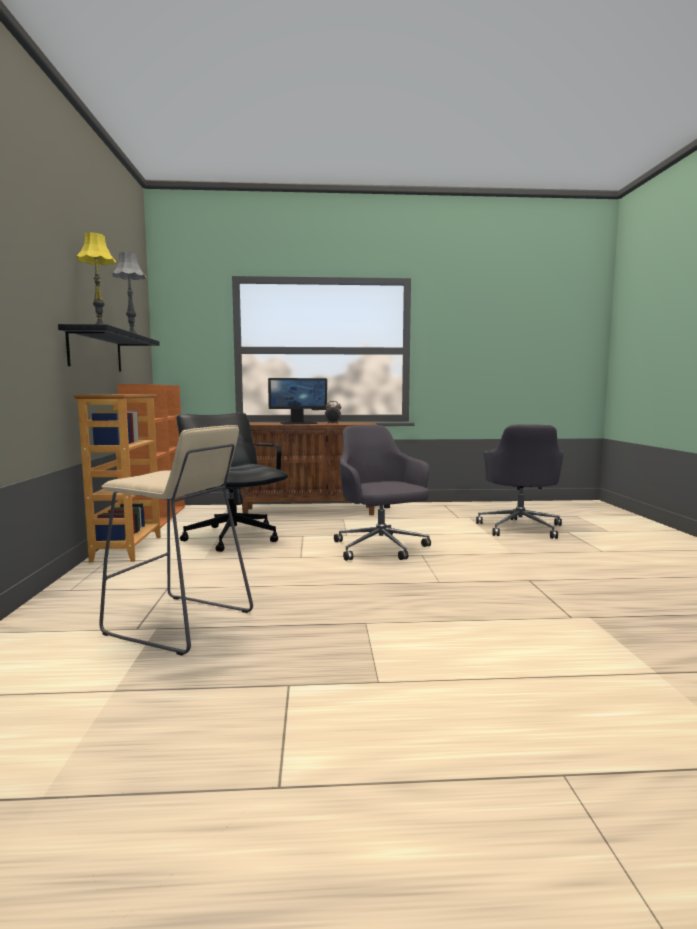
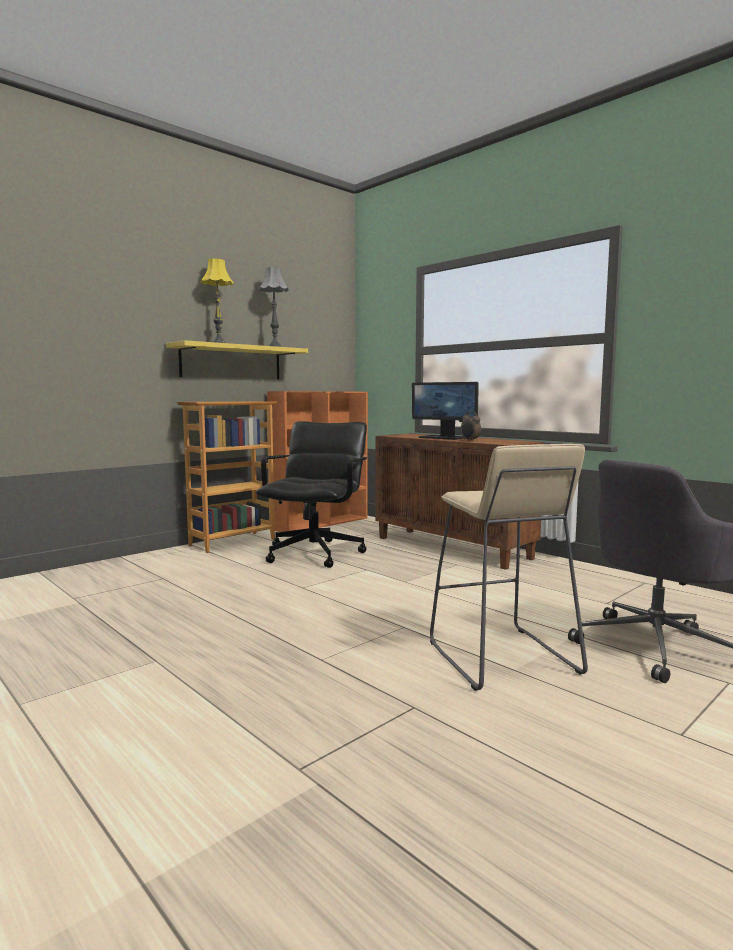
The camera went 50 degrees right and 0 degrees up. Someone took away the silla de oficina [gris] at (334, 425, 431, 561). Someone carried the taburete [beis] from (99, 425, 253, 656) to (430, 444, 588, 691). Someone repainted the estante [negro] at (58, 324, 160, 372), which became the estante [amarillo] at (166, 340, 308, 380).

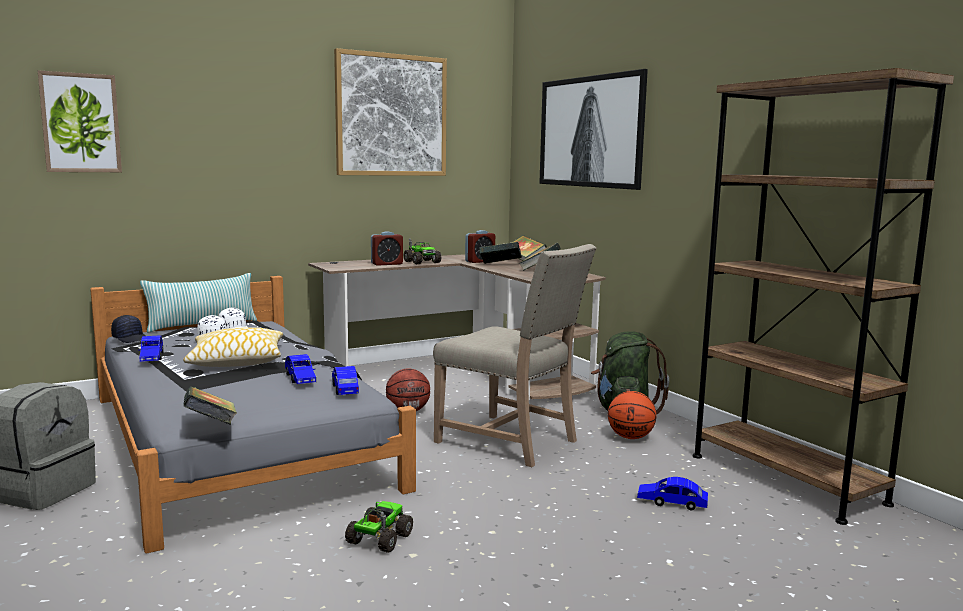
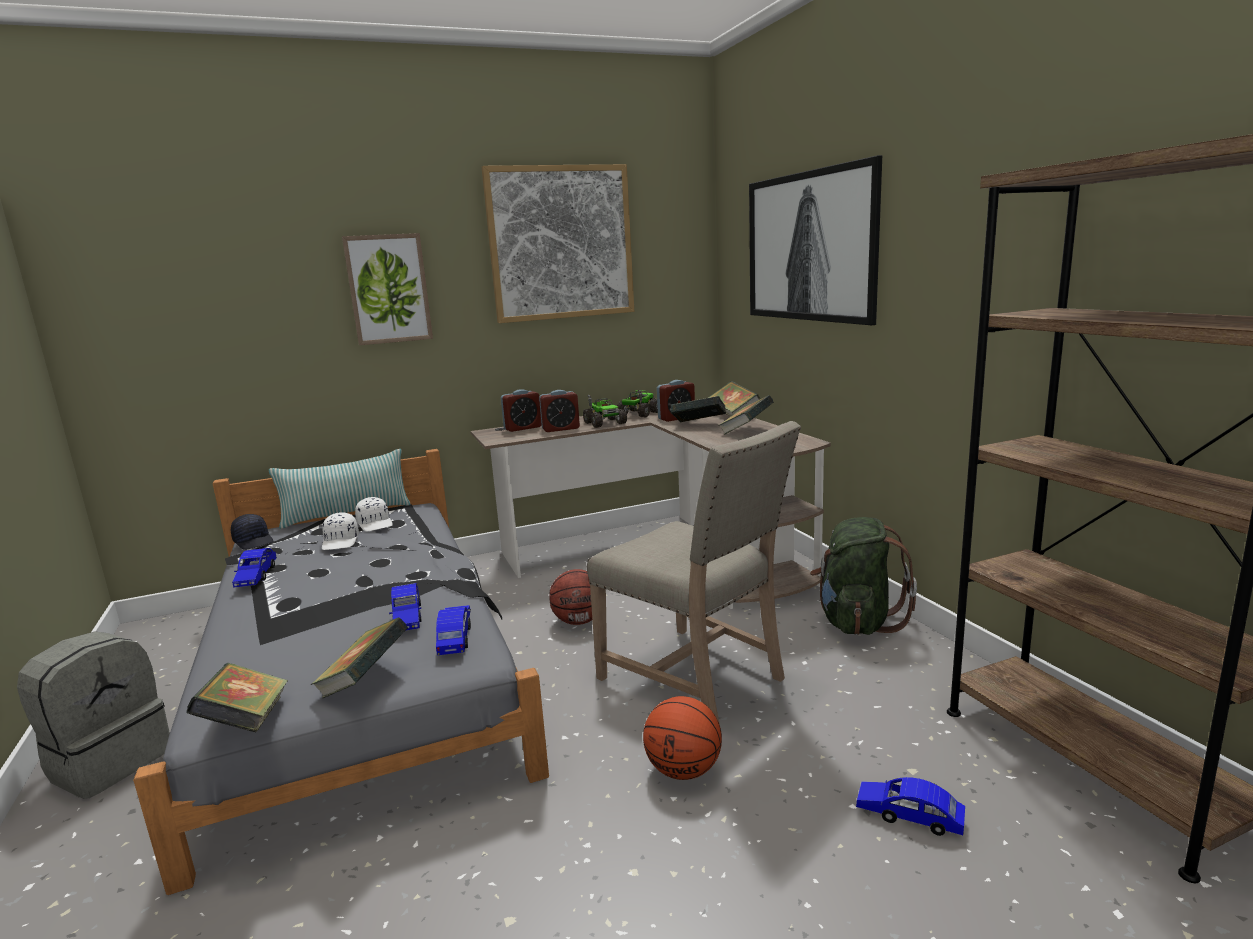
The camera went 10 degrees right and 5 degrees up. Someone took away the cojín at (183, 327, 283, 367). Someone put down the libro at (311, 617, 408, 698). Someone put down the despertador at (501, 389, 542, 432). Someone carried the cuadro from (38, 70, 122, 172) to (342, 233, 433, 345). Someone carried the camión de juguete from (345, 501, 413, 553) to (617, 390, 658, 417). Someone carried the balón de baloncesto from (608, 391, 656, 439) to (643, 696, 722, 780).

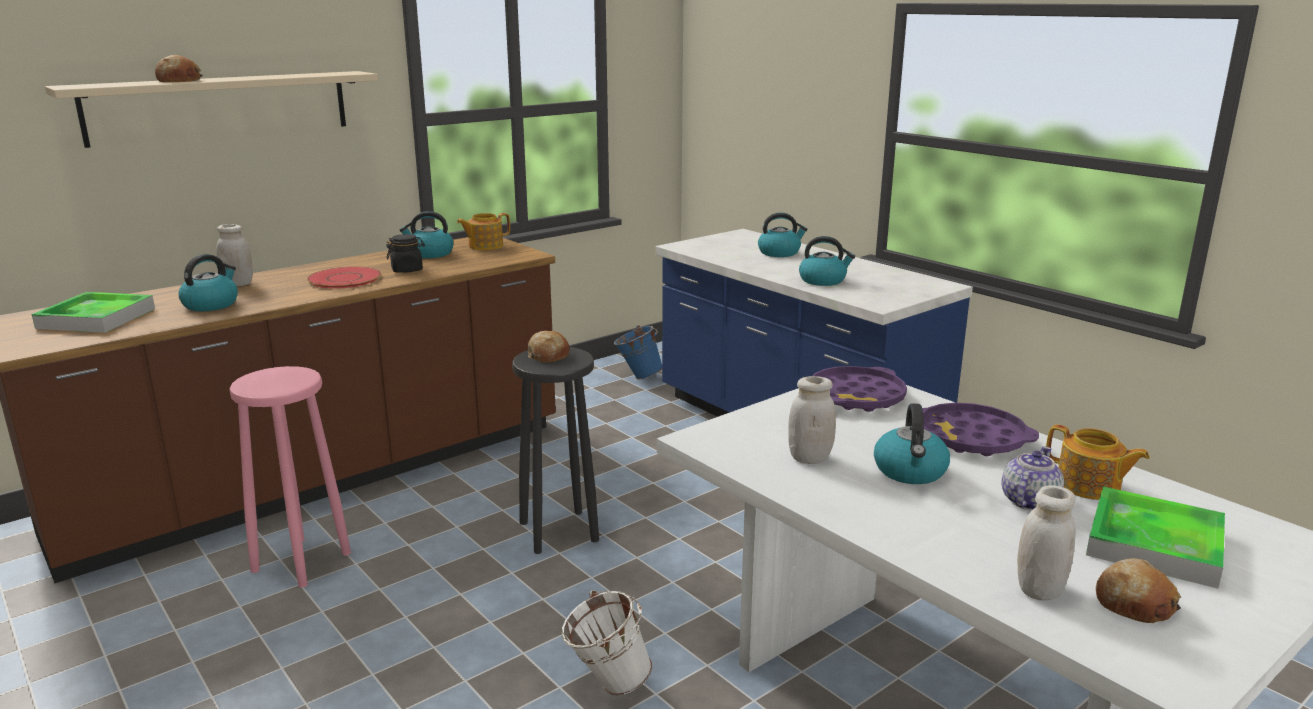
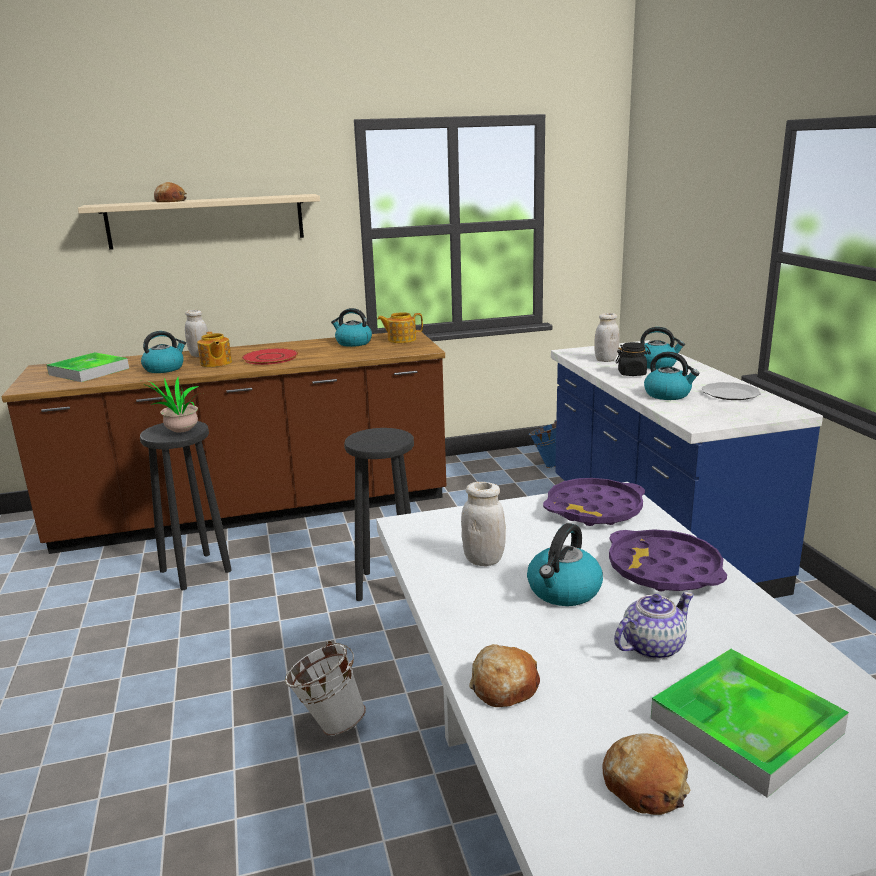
The camera went 25 degrees right and 0 degrees up. Someone put down the planta en maceta at (143, 377, 199, 433). Someone put down the plato at (701, 382, 761, 400). Someone carried the tarro [negro] from (386, 234, 425, 273) to (616, 342, 651, 376). Someone carried the pan from (528, 331, 570, 363) to (469, 644, 540, 707). Someone carried the tarro [blanco] from (1017, 485, 1076, 601) to (594, 313, 620, 362). Someone carried the tetera from (1046, 425, 1150, 500) to (197, 332, 232, 367). Someone repainted the taburete [rosa] at (229, 366, 351, 588), which became the taburete [negro] at (140, 421, 232, 590).

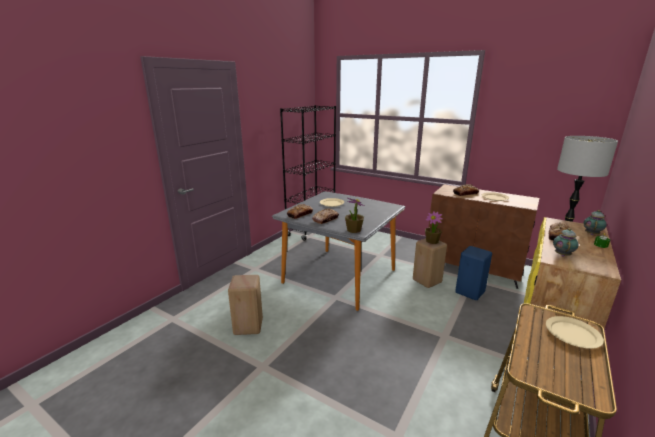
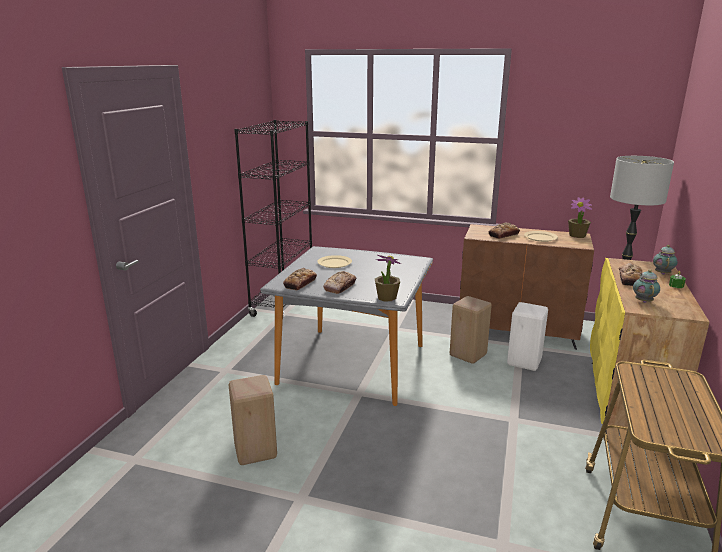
The camera went 15 degrees left and 0 degrees up. Someone took away the plato [beis] at (546, 316, 604, 349). Someone carried the planta en maceta from (425, 211, 443, 244) to (568, 197, 592, 238). Someone repainted the taburete [azul] at (455, 246, 492, 300), which became the taburete [blanco] at (507, 302, 548, 371).

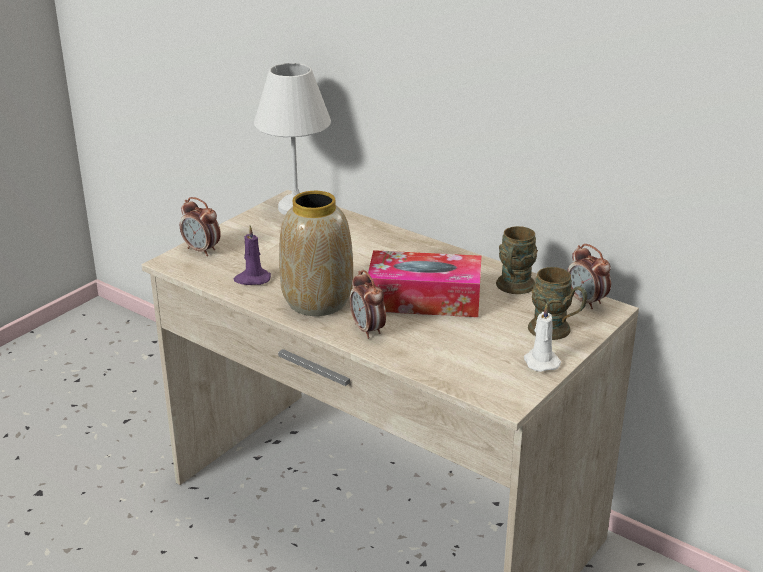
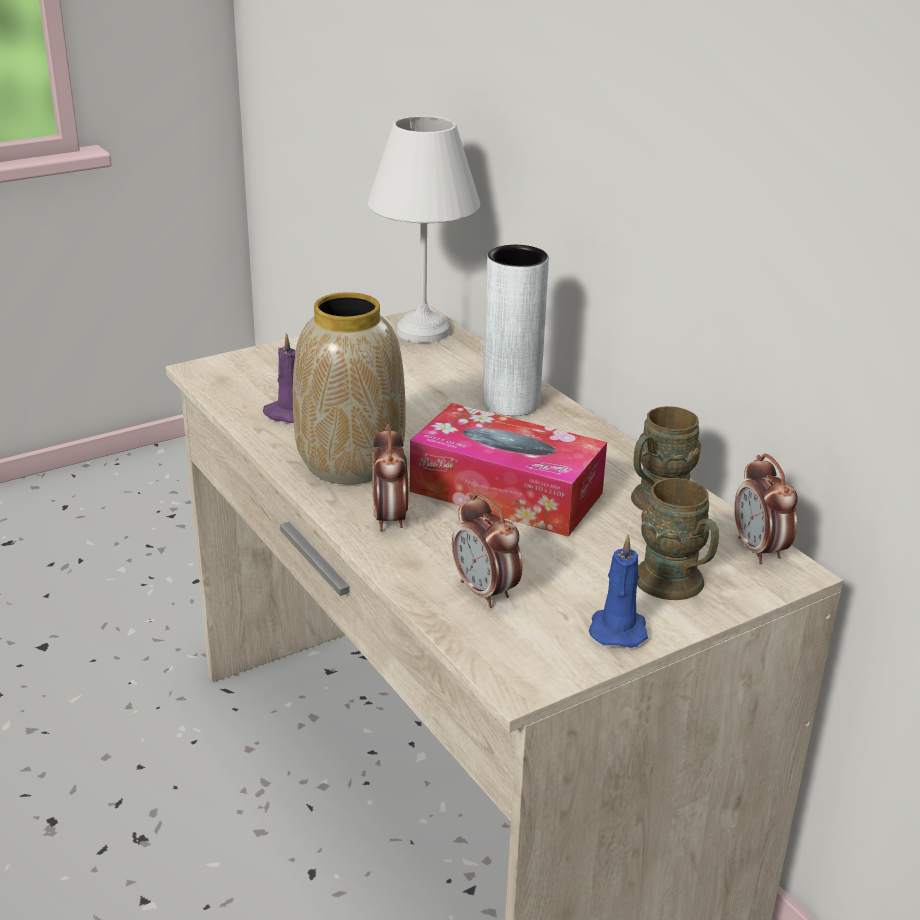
The camera went 20 degrees right and 0 degrees up. Someone put down the florero [gris] at (482, 245, 549, 416). Someone carried the despertador from (180, 197, 221, 256) to (452, 492, 522, 608). Someone repainted the vela [blanco] at (524, 304, 561, 372), which became the vela [azul] at (589, 534, 648, 648).

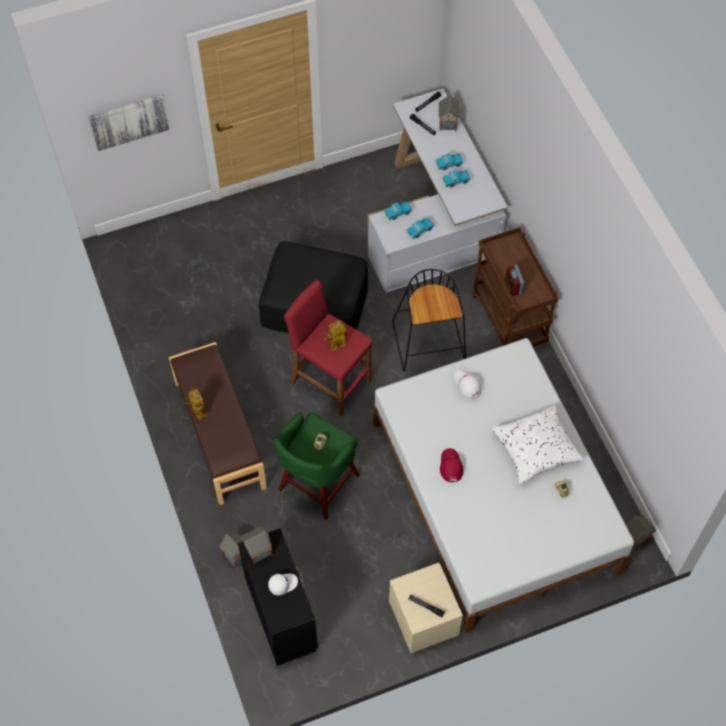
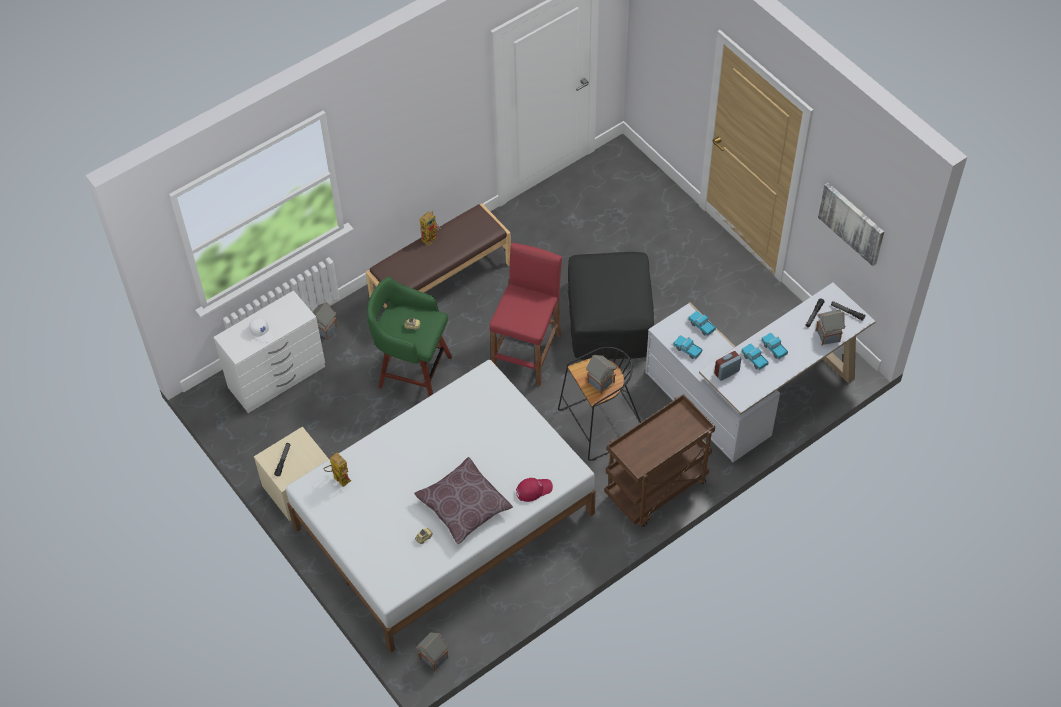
The camera went 75 degrees right and 5 degrees down. Someone took away the gorra [blanco] at (454, 369, 481, 399). Someone carried the cuadro from (89, 95, 170, 151) to (818, 183, 884, 266). Someone carried the casita from (241, 527, 272, 564) to (586, 354, 617, 394). Someone carried the robot de juguete from (324, 320, 347, 351) to (324, 452, 351, 487). Someone carried the gorra [rojo] from (440, 448, 464, 482) to (516, 478, 553, 502). Someone carried the despertador from (505, 265, 524, 296) to (714, 351, 741, 381). Someone repainted the cómoda [negro] at (238, 528, 318, 666), which became the cómoda [blanco] at (214, 290, 325, 413). Someone repainted the cojín [blanco] at (492, 405, 584, 484), which became the cojín [marrón] at (414, 457, 513, 544).

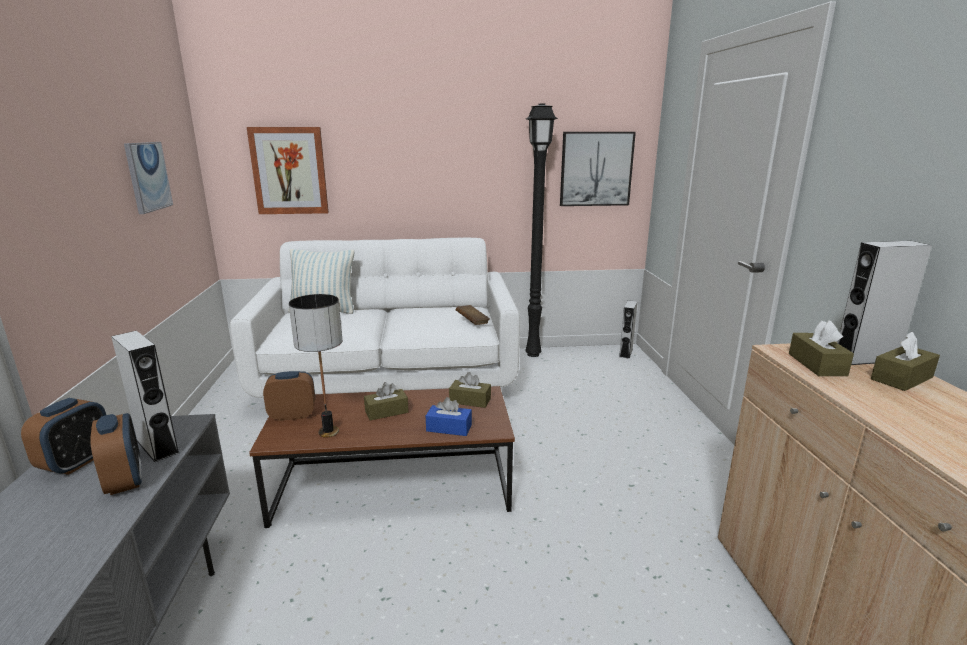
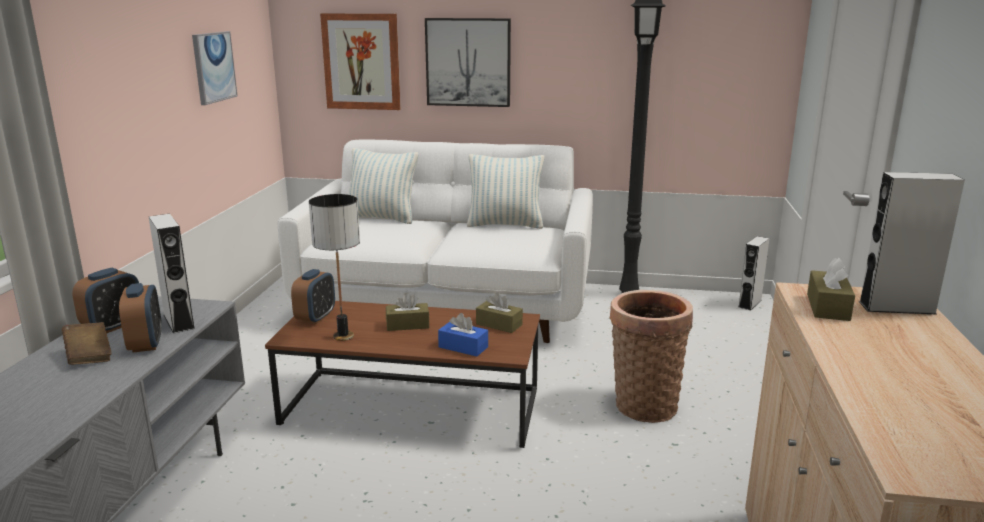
The camera went 15 degrees right and 0 degrees up. Someone took away the caja de pañuelos [marrón] at (871, 331, 940, 391). Someone put down the cojín at (467, 154, 544, 229). Someone put down the cesta at (610, 290, 693, 423). Someone carried the libro [marrón] from (456, 305, 490, 325) to (62, 322, 112, 365). Someone carried the cuadro from (560, 132, 636, 206) to (425, 18, 511, 107). Someone rotated the despertador at (263, 371, 315, 421) by 105 degrees clockwise.

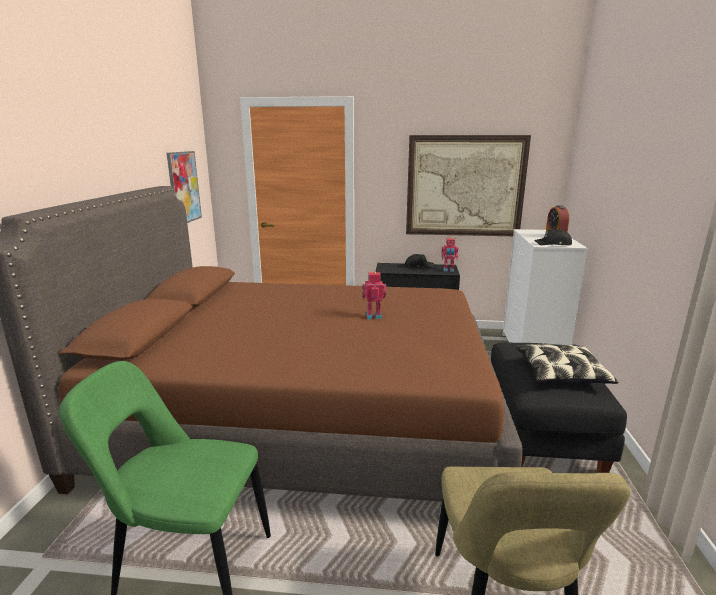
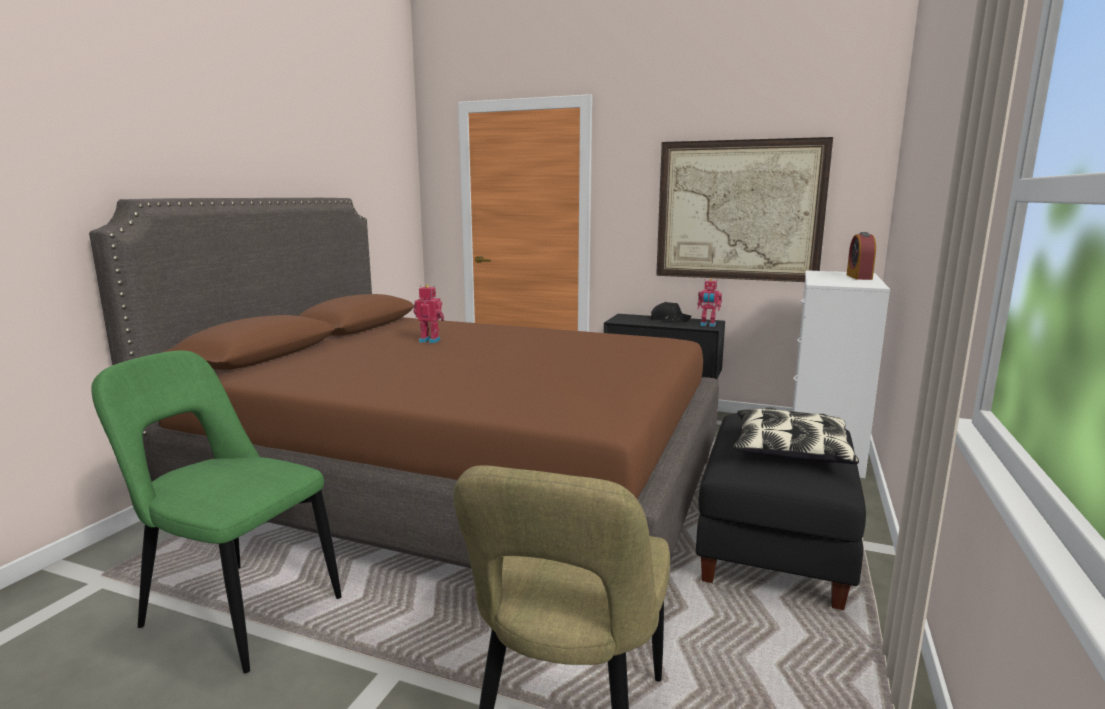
The camera went 15 degrees right and 5 degrees down. Someone took away the cuadro at (167, 151, 202, 223). Someone took away the gorra [negro] at (534, 229, 572, 245). Someone carried the robot de juguete from (362, 271, 386, 319) to (413, 285, 444, 343).

